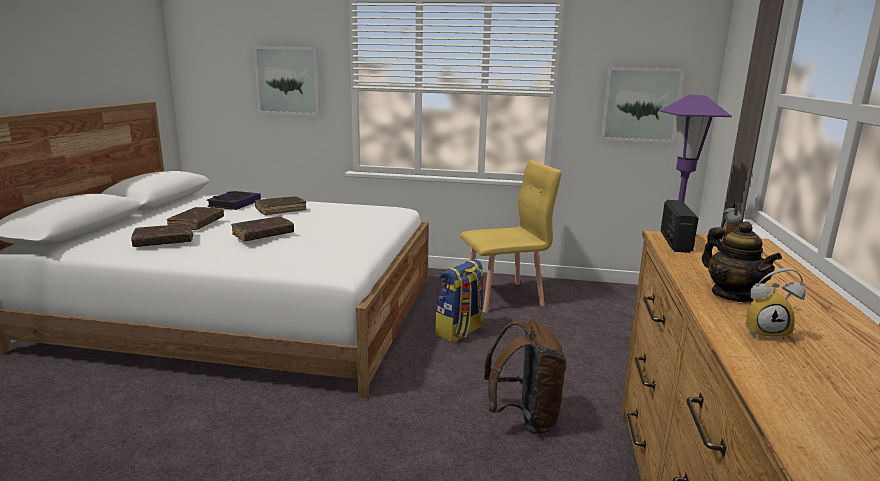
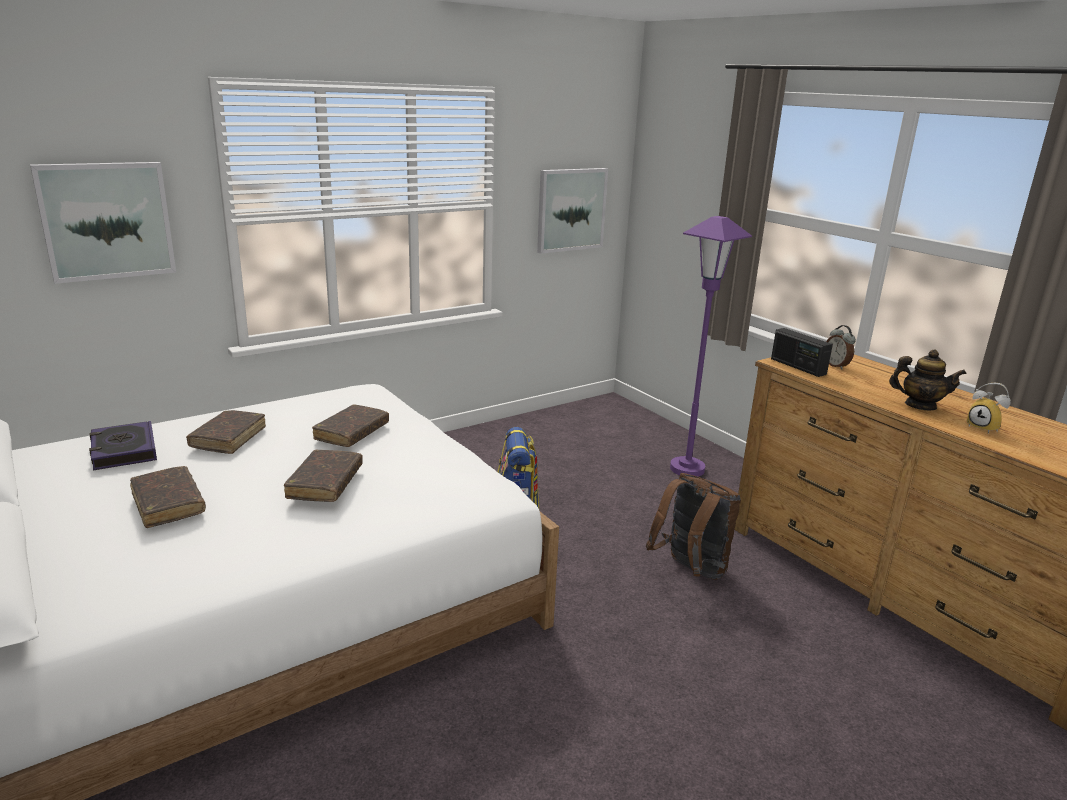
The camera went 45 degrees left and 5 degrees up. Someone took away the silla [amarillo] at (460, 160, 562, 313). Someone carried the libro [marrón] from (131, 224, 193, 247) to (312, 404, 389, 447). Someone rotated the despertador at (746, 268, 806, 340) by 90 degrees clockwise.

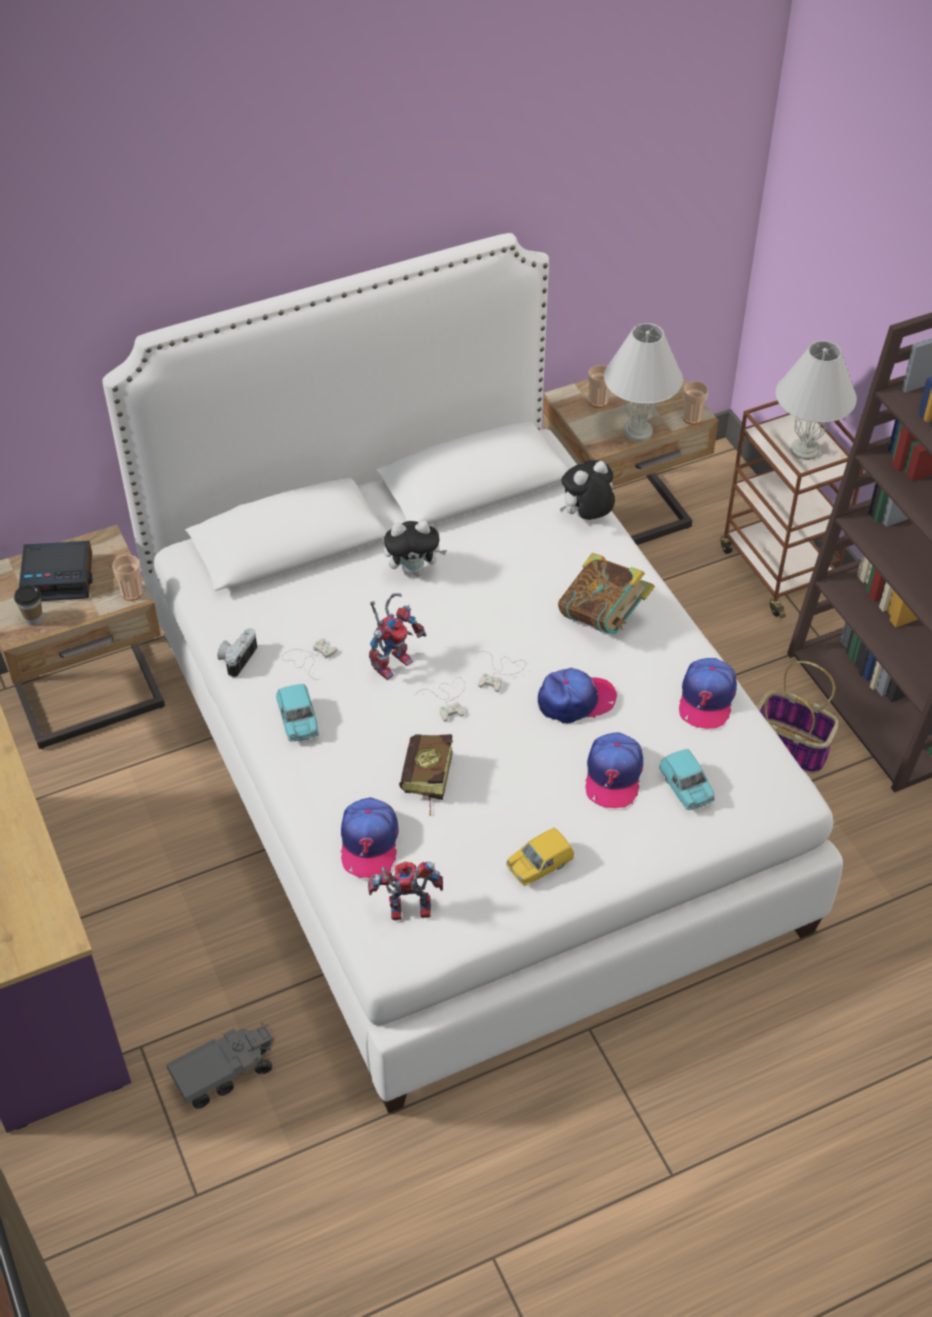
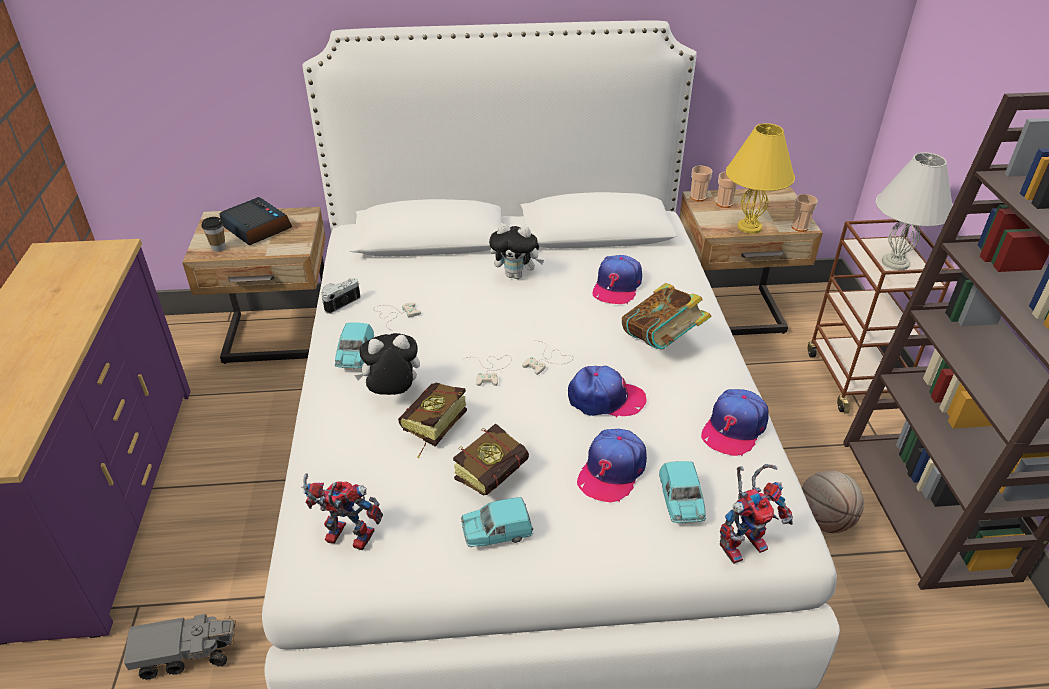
The camera went 20 degrees right and 10 degrees down. Someone put down the libro at (453, 423, 529, 496). Someone carried the taza from (112, 555, 143, 601) to (690, 166, 712, 201). Someone carried the gorra from (341, 797, 399, 878) to (593, 255, 642, 304). Someone carried the robot de juguete from (369, 593, 427, 680) to (720, 464, 793, 564). Someone carried the peluche from (560, 460, 615, 520) to (354, 333, 420, 395). Someone swapped the cesta at (756, 661, 838, 774) for the balón de baloncesto at (802, 471, 864, 533). Someone repainted the coche de juguete [amarillo] at (506, 828, 574, 886), which became the coche de juguete [turquesa] at (461, 497, 533, 547). Someone repainted the lámpara de mesa [blanco] at (604, 323, 683, 441), which became the lámpara de mesa [amarillo] at (726, 123, 795, 234). Someone rotated the despertador at (19, 541, 92, 601) by 150 degrees counterclockwise.

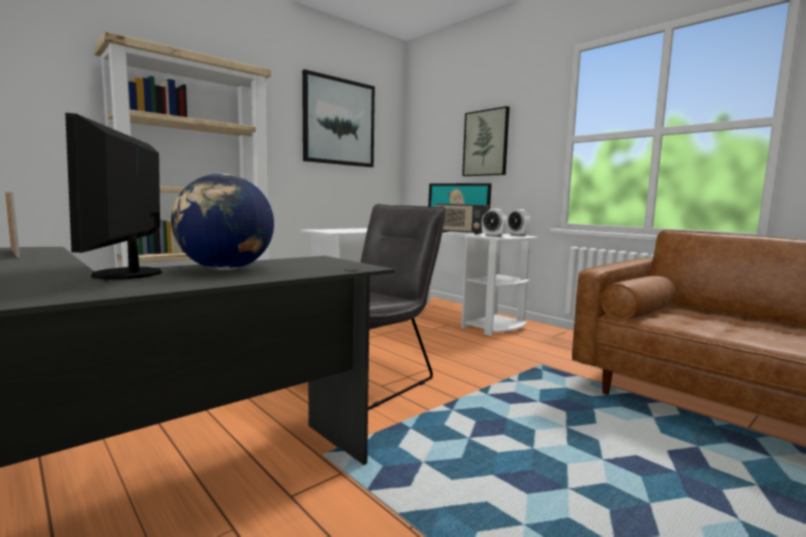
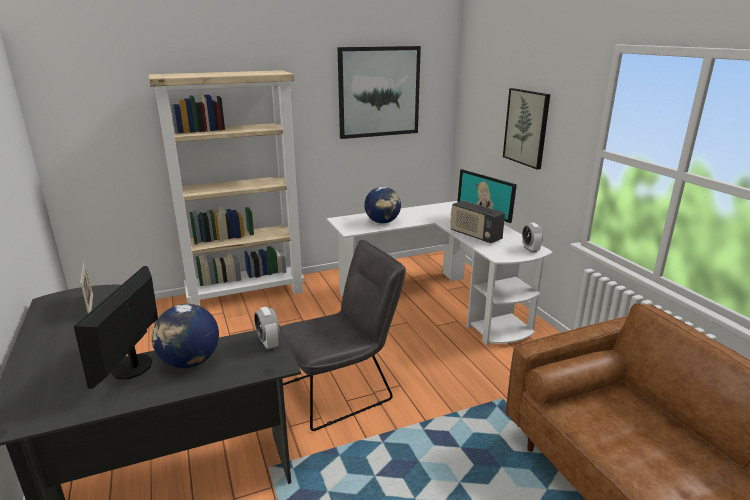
The camera went 20 degrees right and 15 degrees up. Someone put down the globo terráqueo at (364, 187, 401, 223). Someone carried the despertador from (482, 209, 507, 237) to (254, 307, 280, 350).

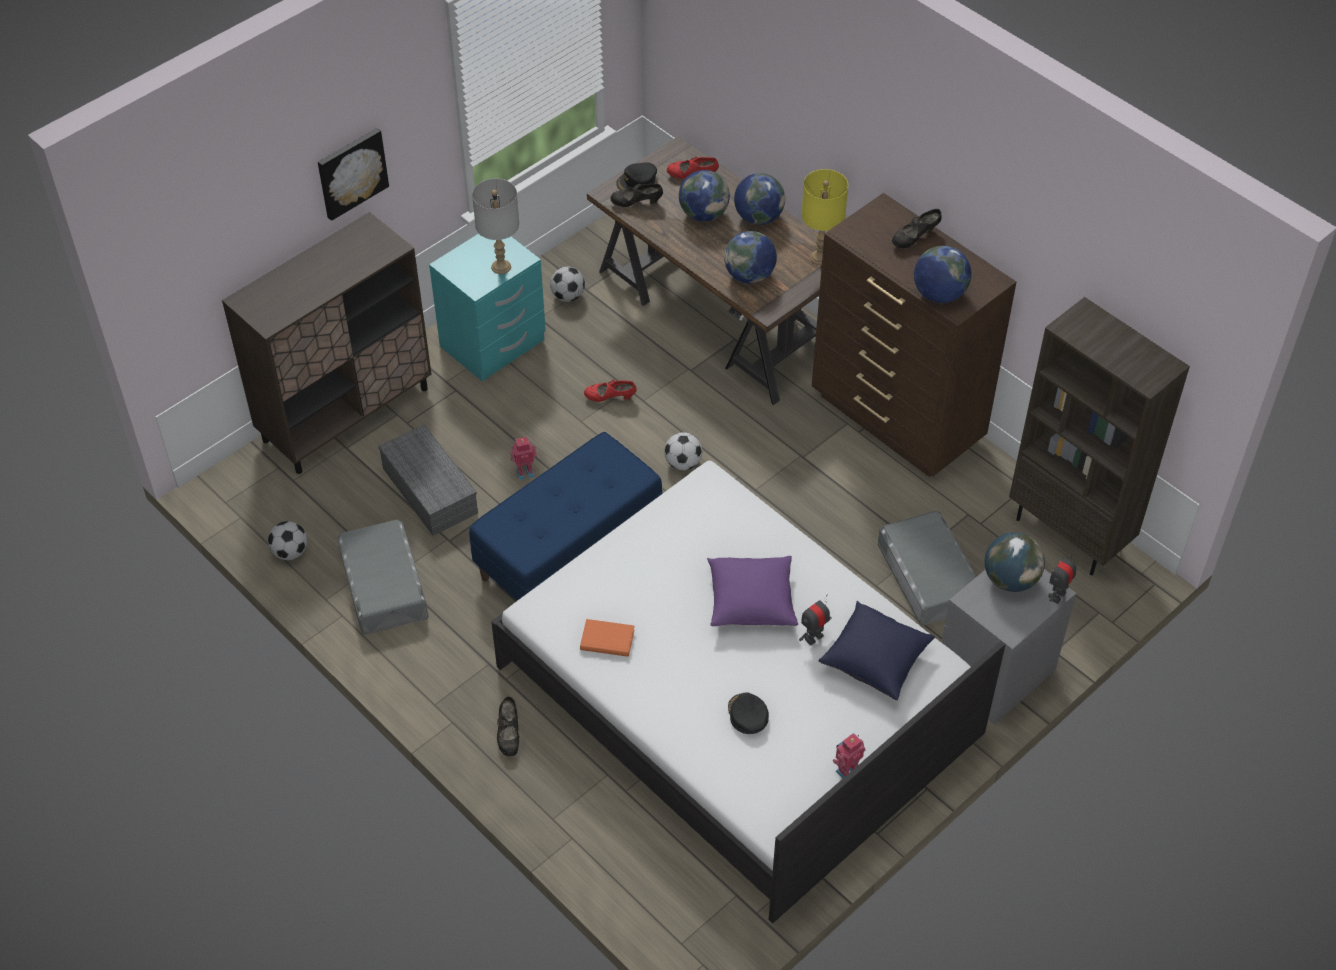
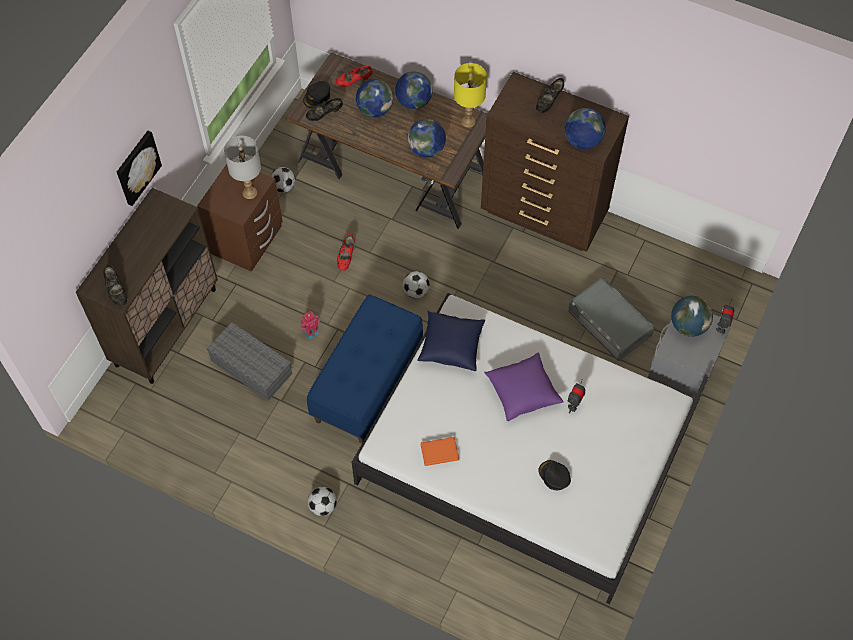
The camera went 20 degrees left and 10 degrees up. Someone took away the caja de almacenaje [gris] at (337, 519, 428, 635). Someone took away the robot de juguete at (833, 733, 866, 778). Someone took away the estantería [marrón] at (1009, 297, 1190, 575). Someone carried the balón de fútbol from (268, 521, 307, 560) to (308, 487, 337, 516). Someone carried the zapato [negro] from (497, 697, 519, 756) to (103, 264, 127, 306). Someone carried the cojín [azul] from (818, 601, 935, 700) to (417, 311, 485, 371). Someone repainted the mesita de noche [turquesa] at (429, 234, 546, 381), which became the mesita de noche [marrón] at (197, 161, 282, 272). Someone rotated the zapato [rojo] at (584, 380, 637, 402) by 60 degrees counterclockwise.

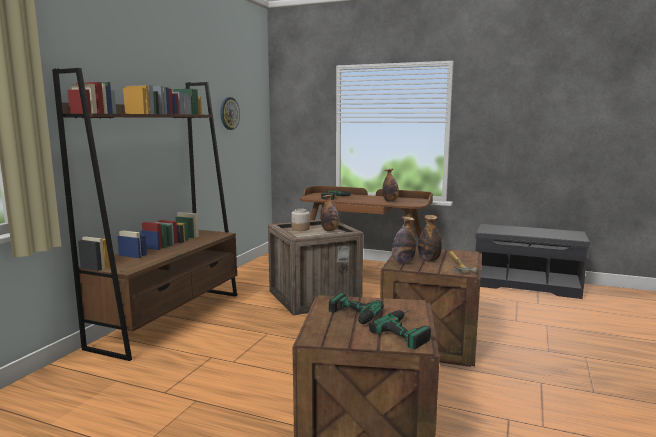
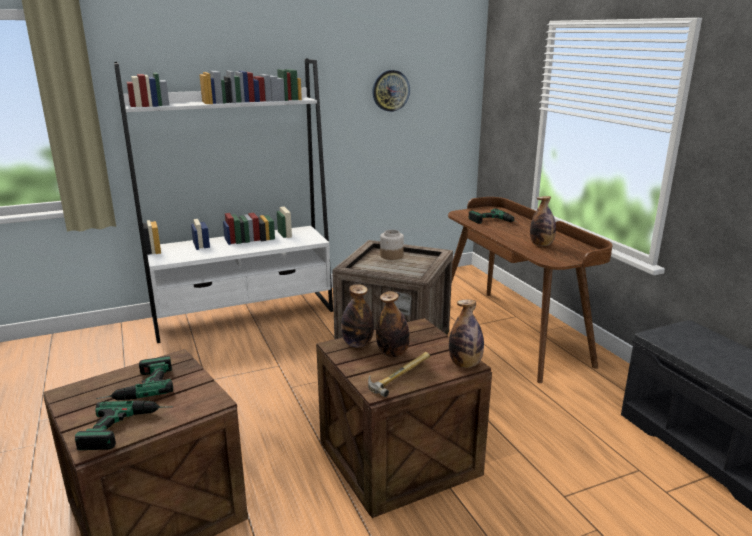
The camera went 45 degrees right and 10 degrees up. Someone carried the botella from (321, 194, 339, 231) to (449, 299, 484, 368). Someone repainted the estantería [marrón] at (52, 68, 237, 361), which became the estantería [blanco] at (114, 58, 333, 343).

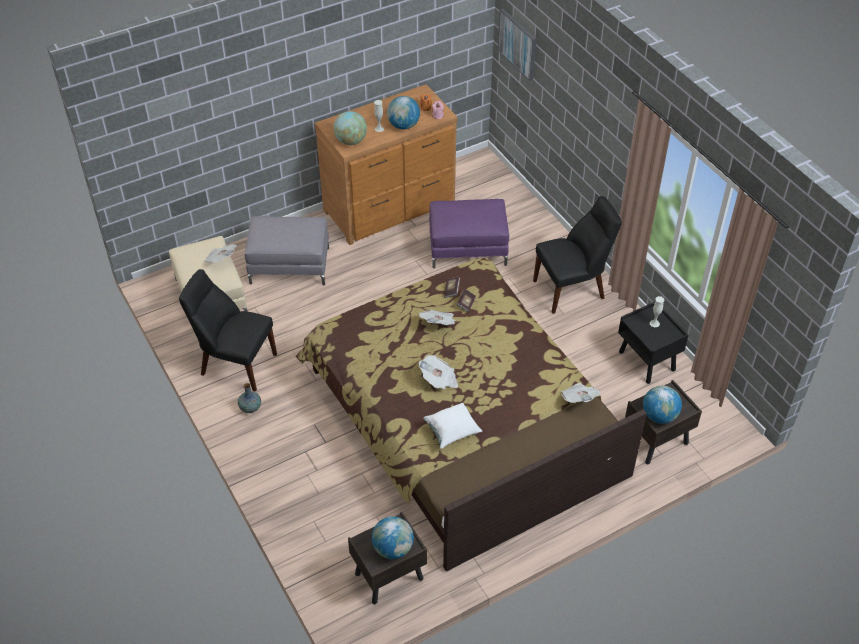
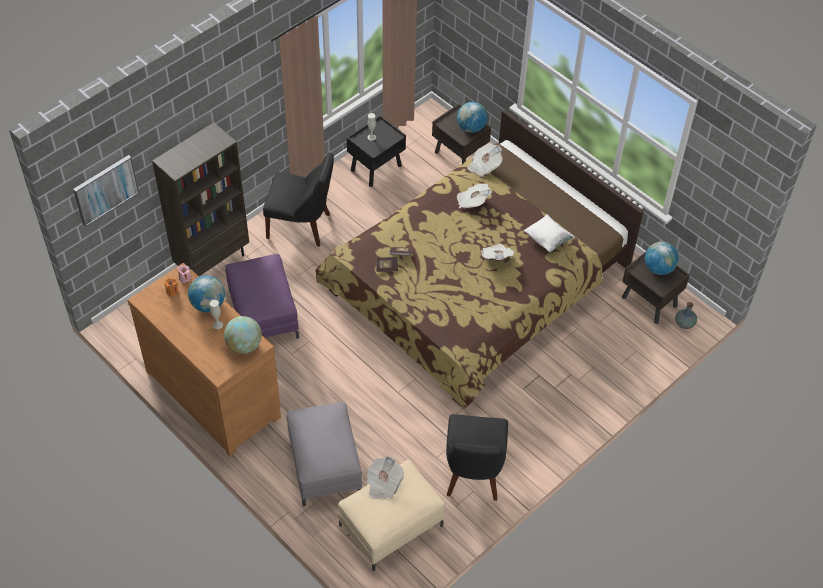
The camera went 105 degrees left and 5 degrees up. Someone put down the estantería [marrón] at (152, 123, 249, 276). Someone carried the florero from (238, 383, 261, 413) to (675, 302, 697, 329). Someone carried the periódico from (419, 310, 456, 325) to (457, 184, 491, 208). Someone rotated the silla [negro] at (533, 196, 622, 314) by 135 degrees clockwise.

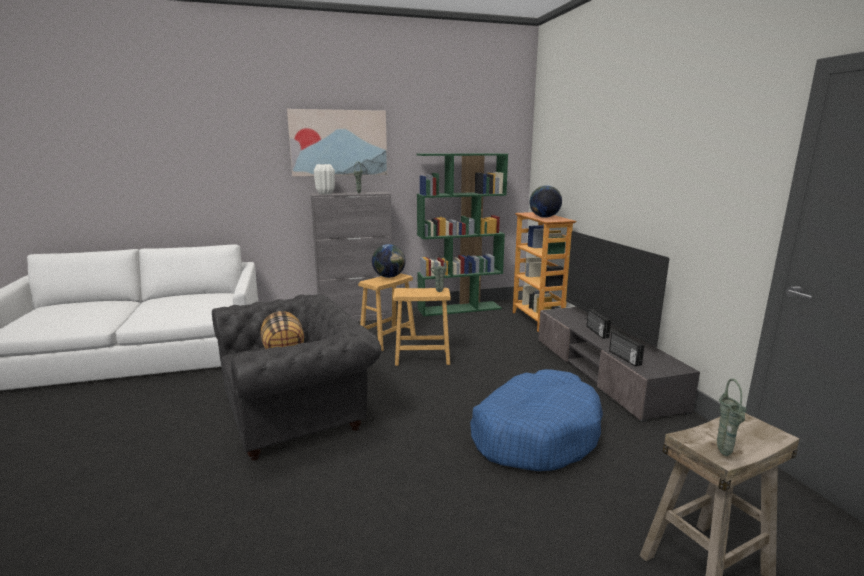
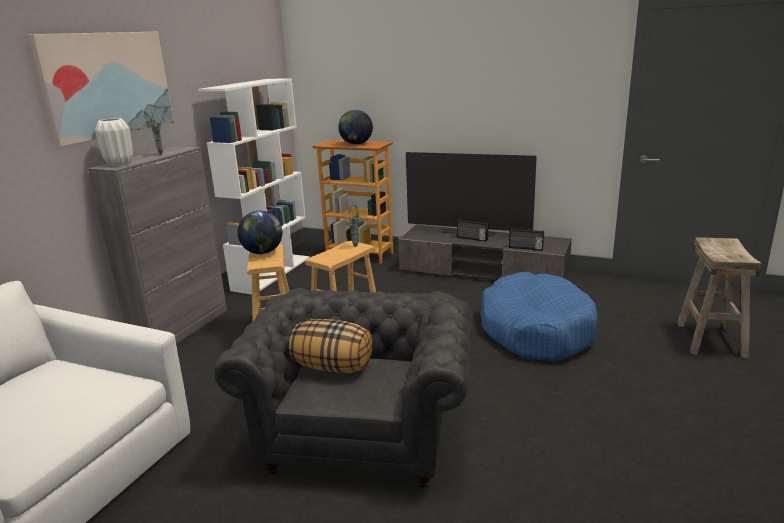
The camera went 50 degrees left and 5 degrees up. Someone took away the florero [verde] at (717, 379, 747, 456). Someone repainted the estantería [verde] at (416, 153, 508, 316), which became the estantería [blanco] at (198, 78, 310, 295).

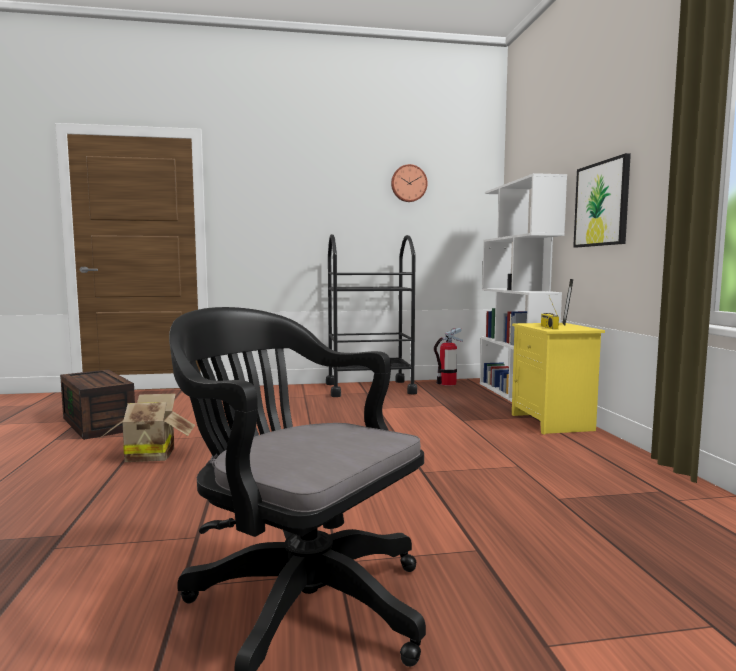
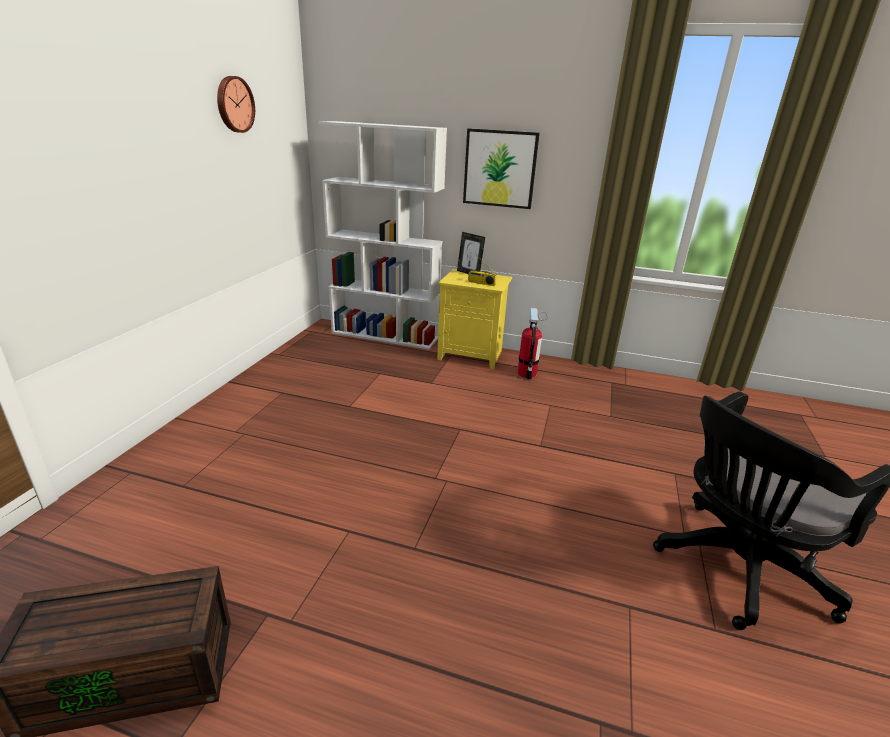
The camera went 65 degrees left and 20 degrees up. Someone took away the caja de cartón at (99, 393, 195, 462). Someone took away the carrito [negro] at (326, 234, 417, 397). Someone carried the extintor from (434, 328, 463, 386) to (517, 308, 547, 380).

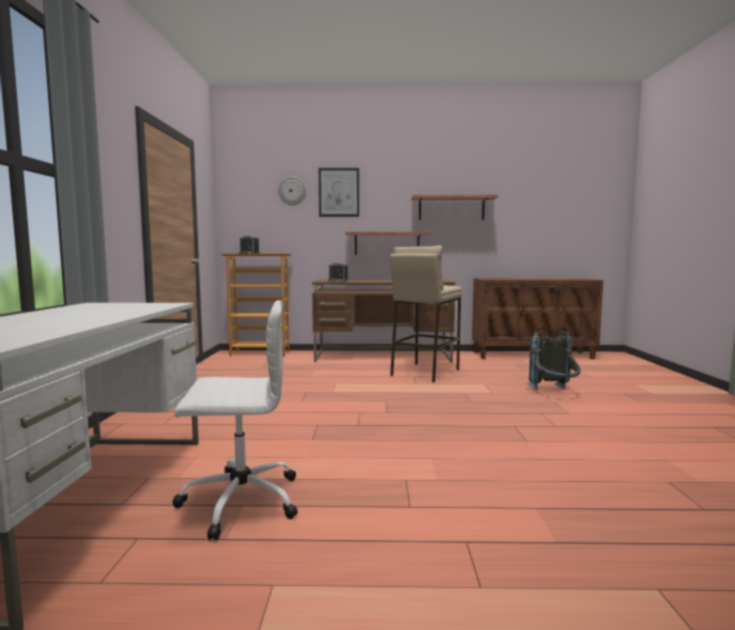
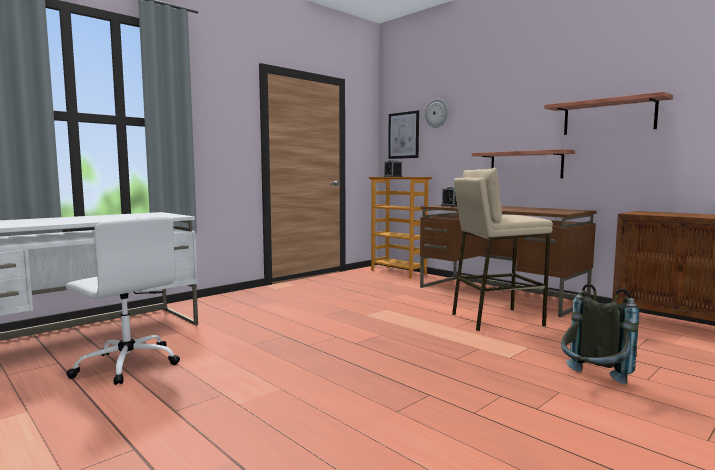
The camera went 45 degrees right and 0 degrees up. Someone carried the cuadro from (319, 168, 359, 217) to (388, 110, 419, 159).

